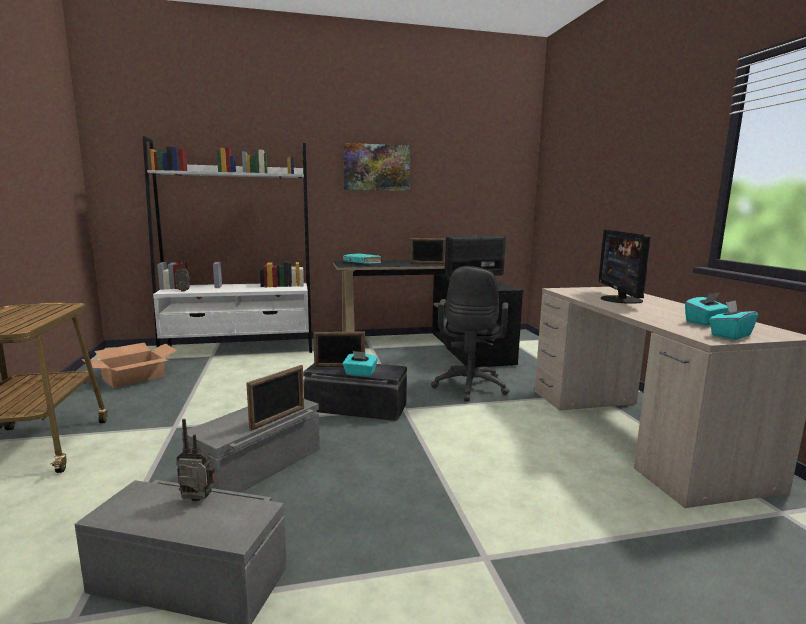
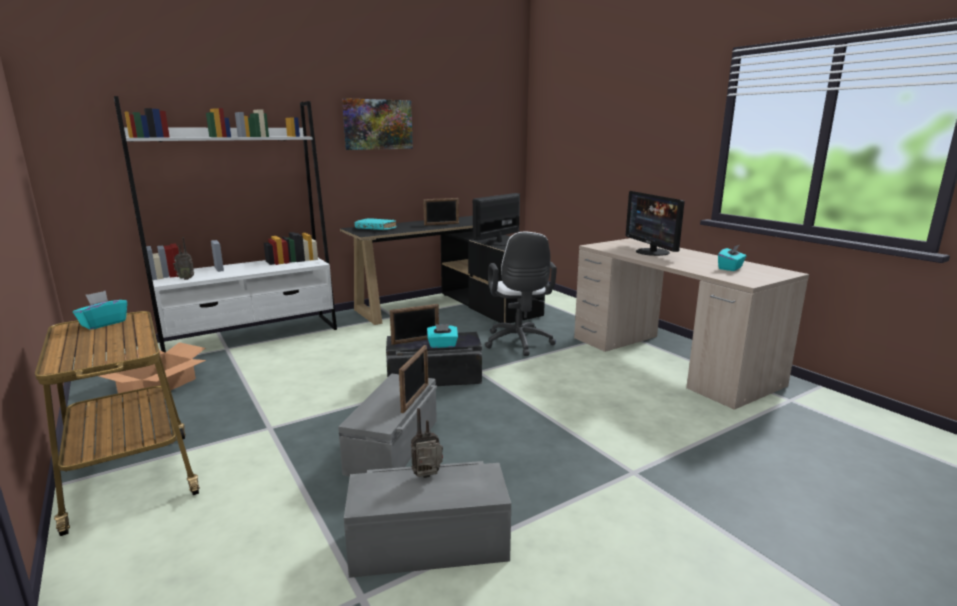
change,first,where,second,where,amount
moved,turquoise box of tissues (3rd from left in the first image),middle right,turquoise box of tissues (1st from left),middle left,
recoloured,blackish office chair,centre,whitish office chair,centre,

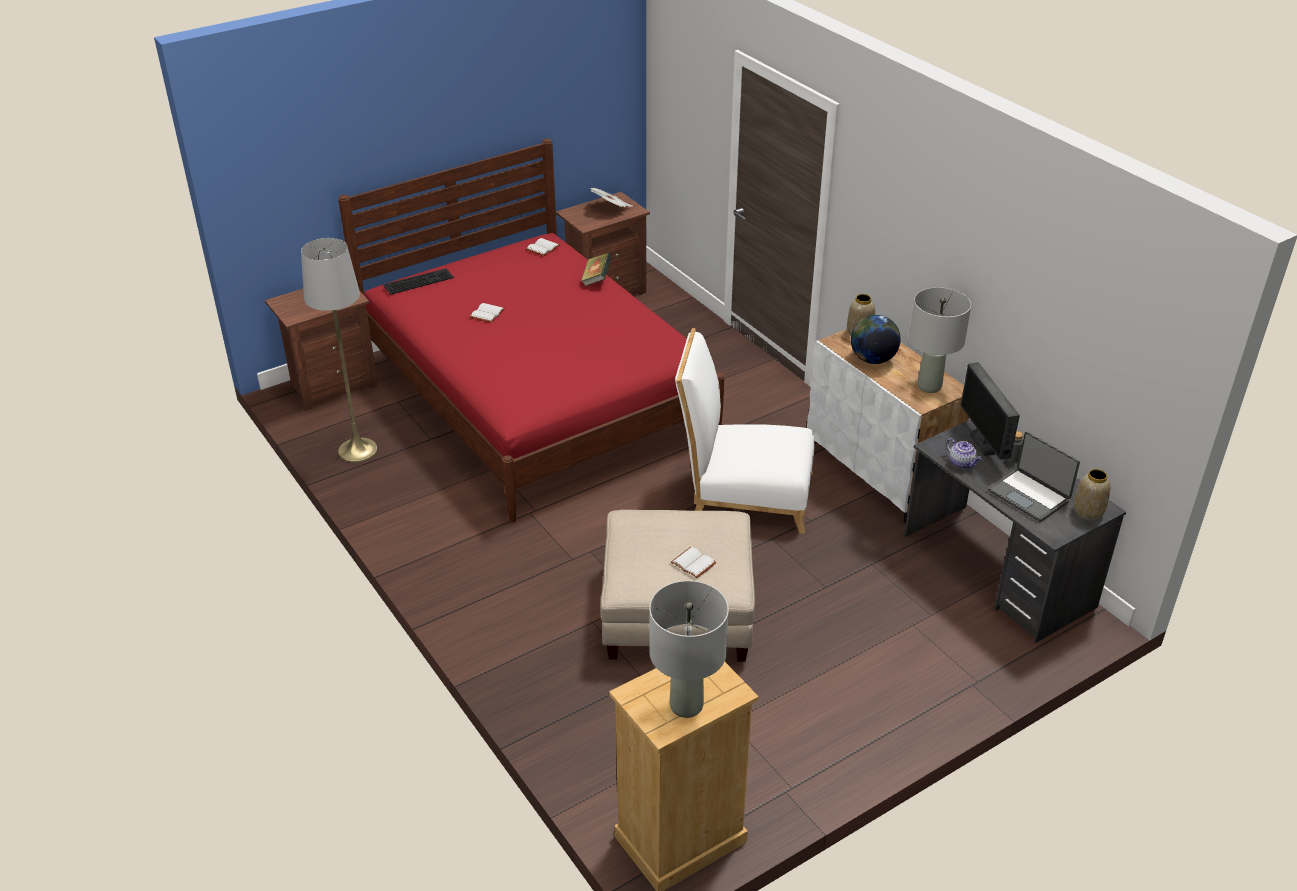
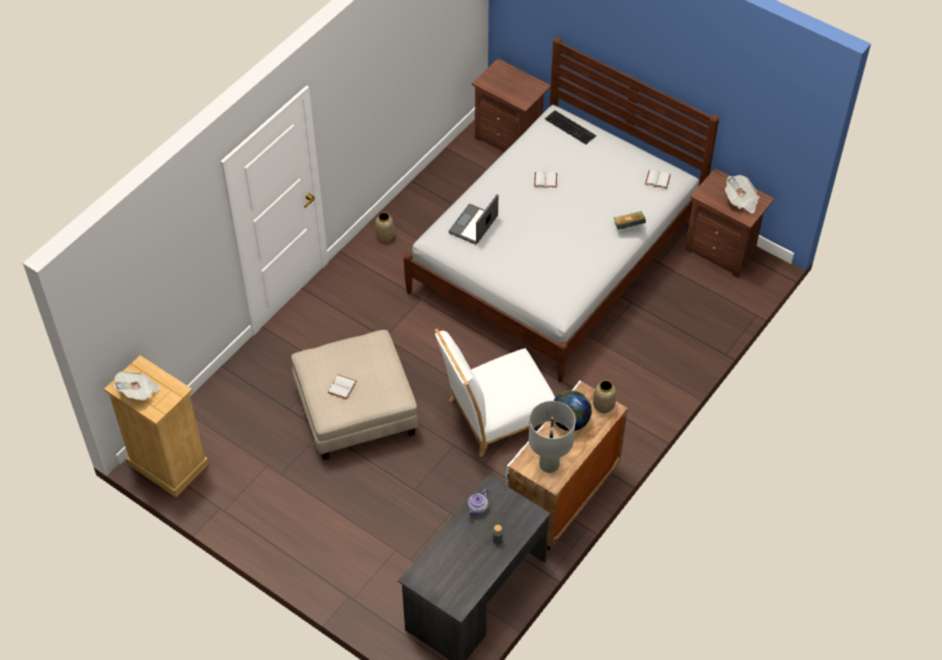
change,first,where,second,where,amount
removed,greyish standing lamp,middle left,,,
removed,computer screen,middle right,,,
moved,portable computer,middle right,,top centre,
moved,flower vase (2nd from left in the first image),middle right,flower vase (1st from left),centre,
replaced,greyish table lamp (1st from left),bottom centre,printed paper (1st from left),middle left,
recoloured,reddish sleeping bed,centre,whitish sleeping bed,top centre,
turned,whitish plain chair,centre,,centre,105 degrees counterclockwise

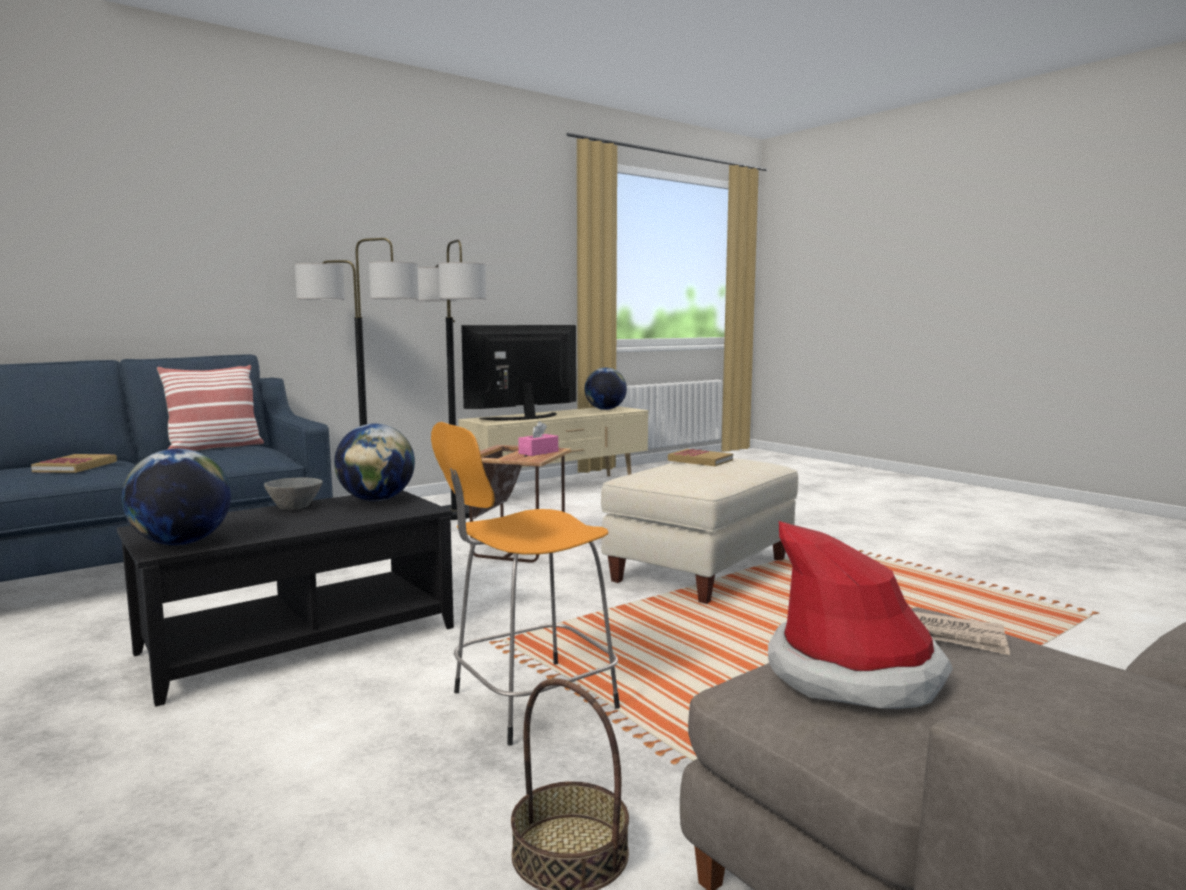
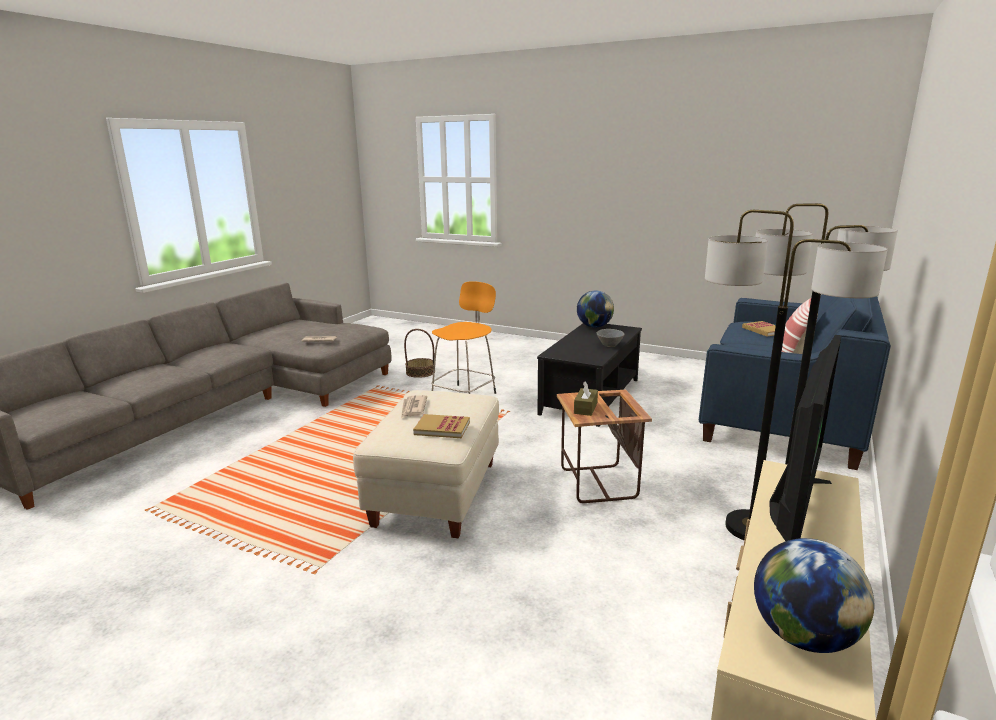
change,first,where,second,where,amount
removed,world globe (2nd from left),middle left,,,
removed,hat,bottom right,,,
added,,,printed paper (2nd from left),centre,
recoloured,pink box of tissues,centre,brown-coloured box of tissues,centre,

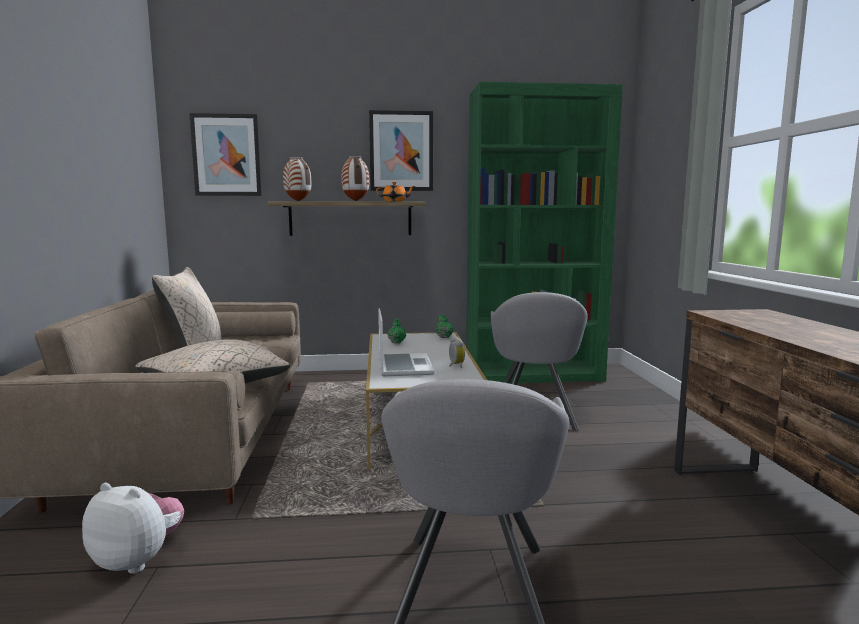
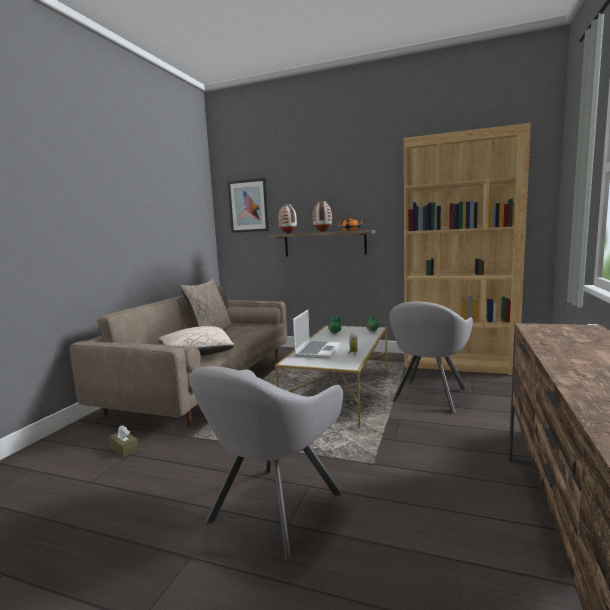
change,first,where,second,where,amount
removed,wall picture (2nd from left),top centre,,,
replaced,cuddly toy,bottom left,brown-coloured box of tissues,bottom left,
recoloured,green-coloured shelving unit,centre,brown-coloured shelving unit,middle right,

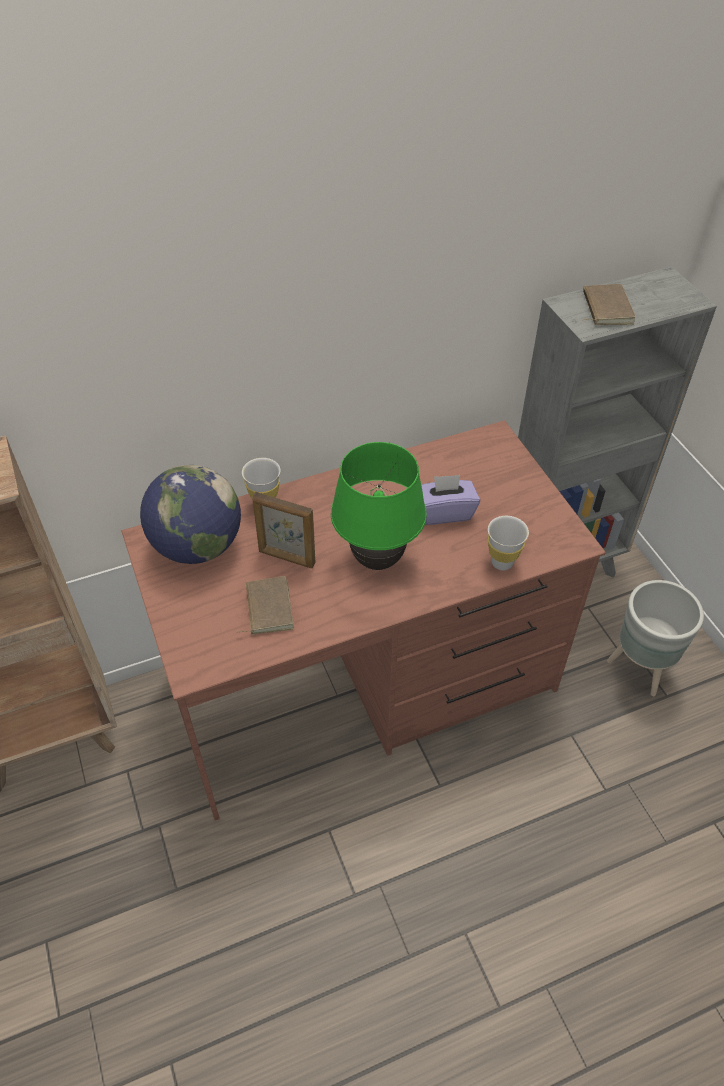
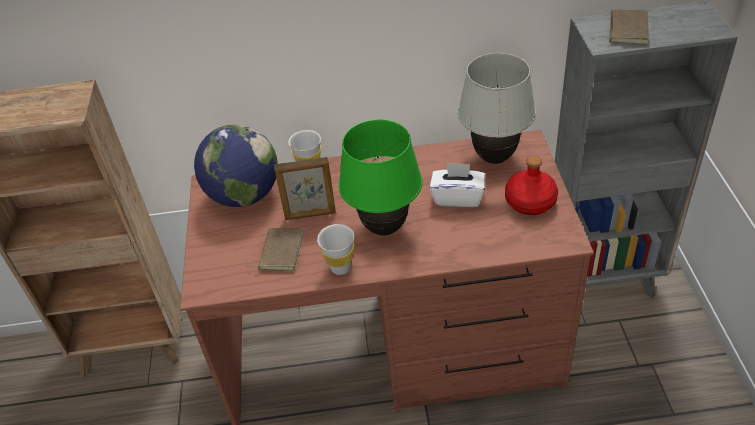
change,first,where,second,where,amount
removed,greyish plant pot,middle right,,,
added,,,whitish table lamp,top centre,
added,,,reddish bottle,middle right,
moved,whitish small cup (2nd from left),middle right,,centre,
recoloured,purplish box of tissues,centre,whitish box of tissues,centre,
turned,photo frame,centre,,centre,45 degrees counterclockwise

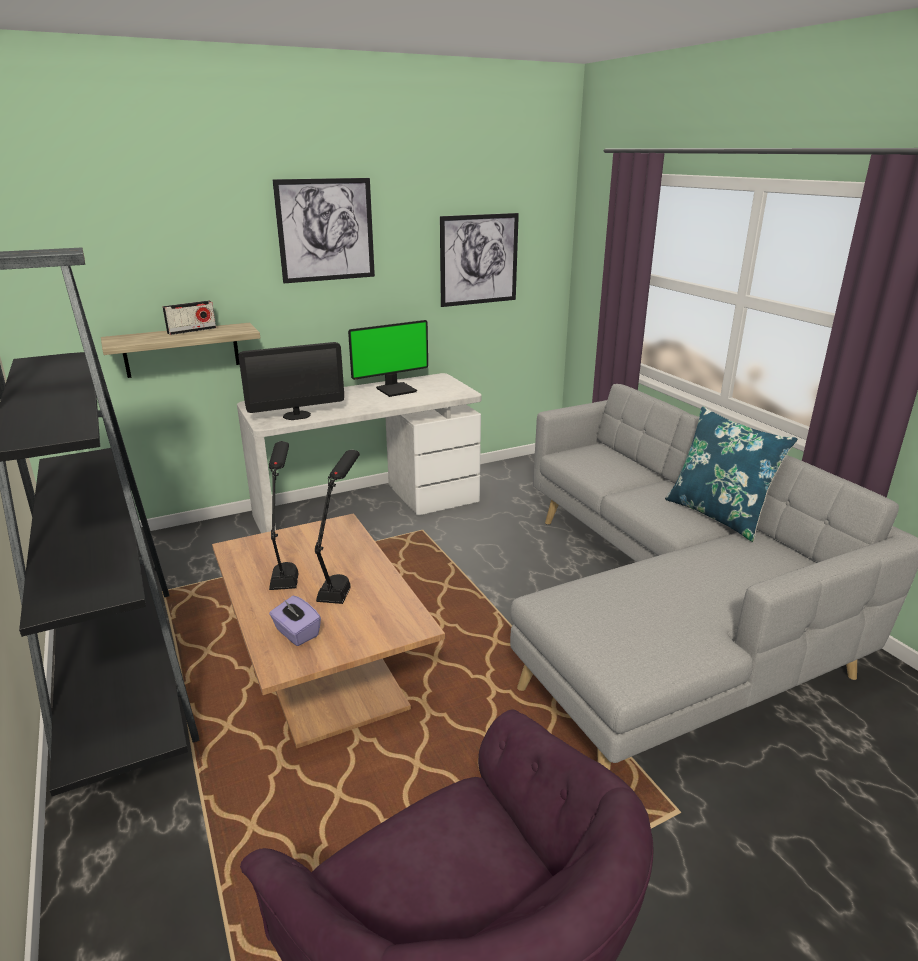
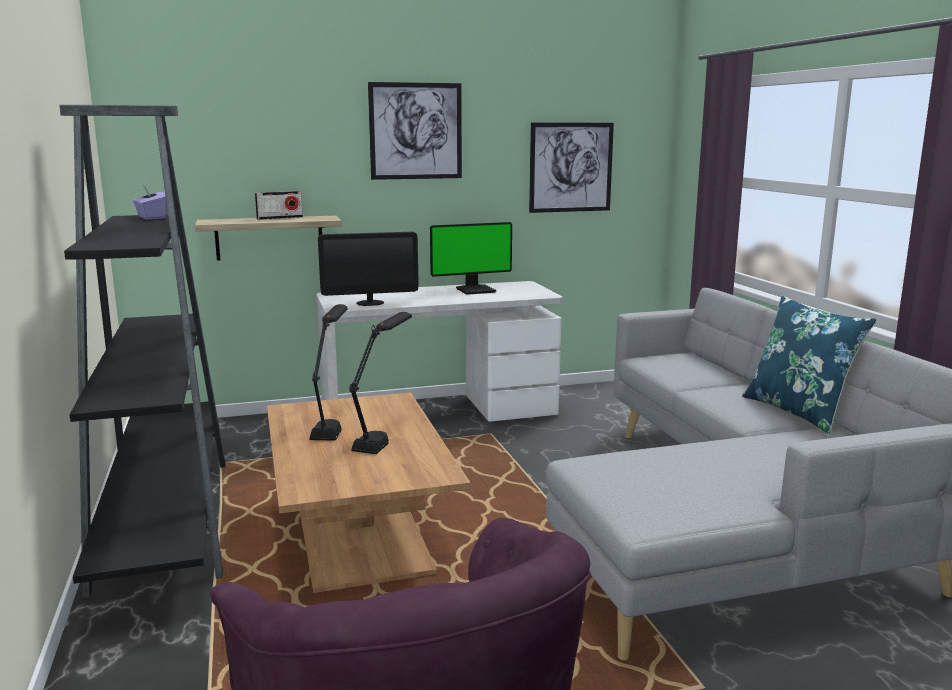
change,first,where,second,where,amount
moved,purplish box of tissues,middle left,,top left,

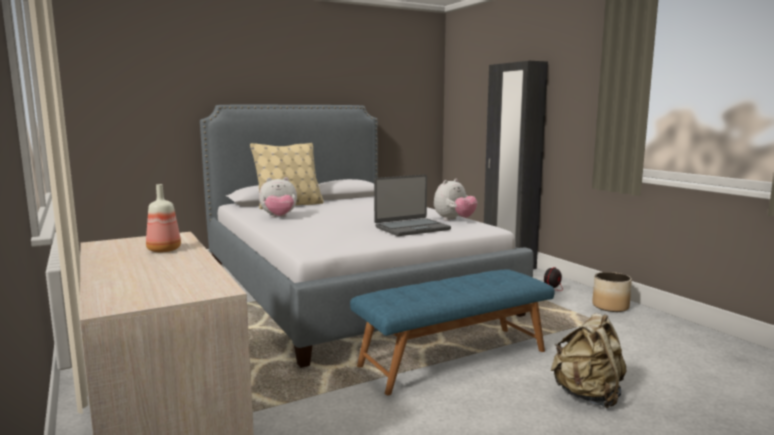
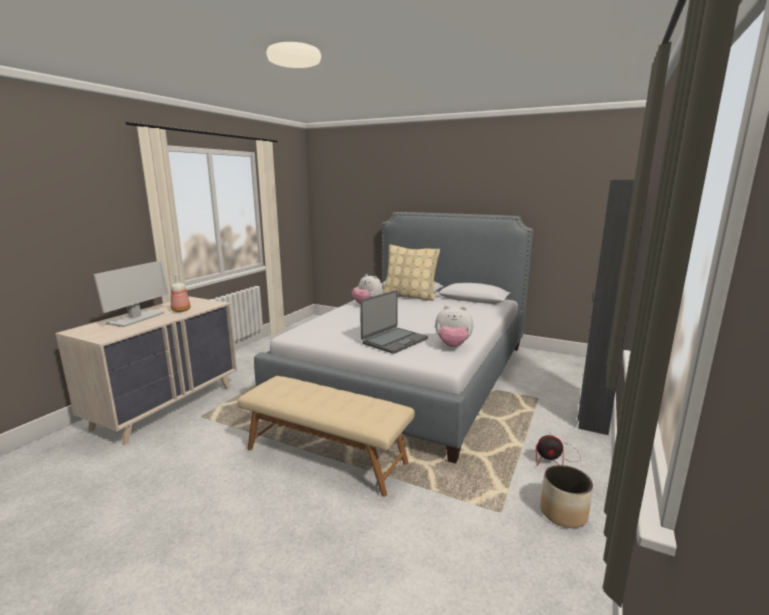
change,first,where,second,where,amount
removed,beige-coloured knapsack,bottom right,,,
added,,,computer screen,middle left,
recoloured,blue-coloured long seat,bottom centre,beige-coloured long seat,bottom centre,
turned,portable computer,centre,,centre,75 degrees counterclockwise

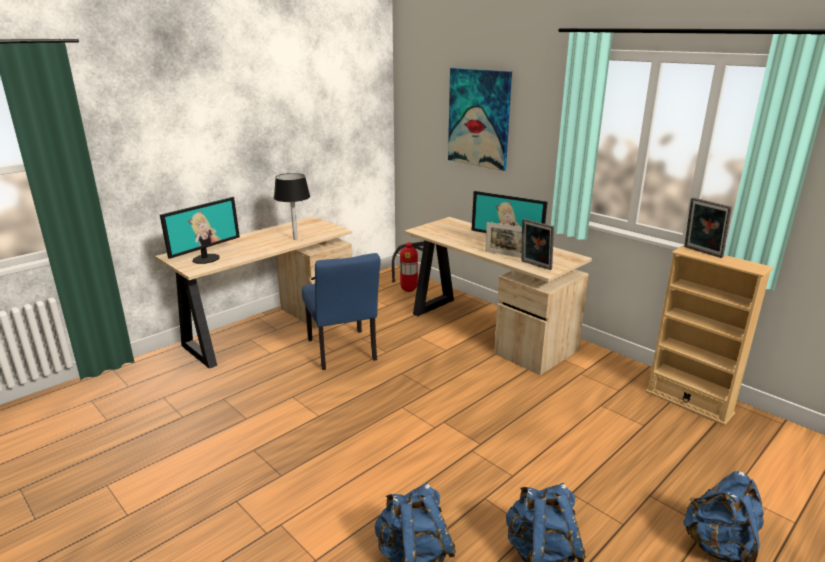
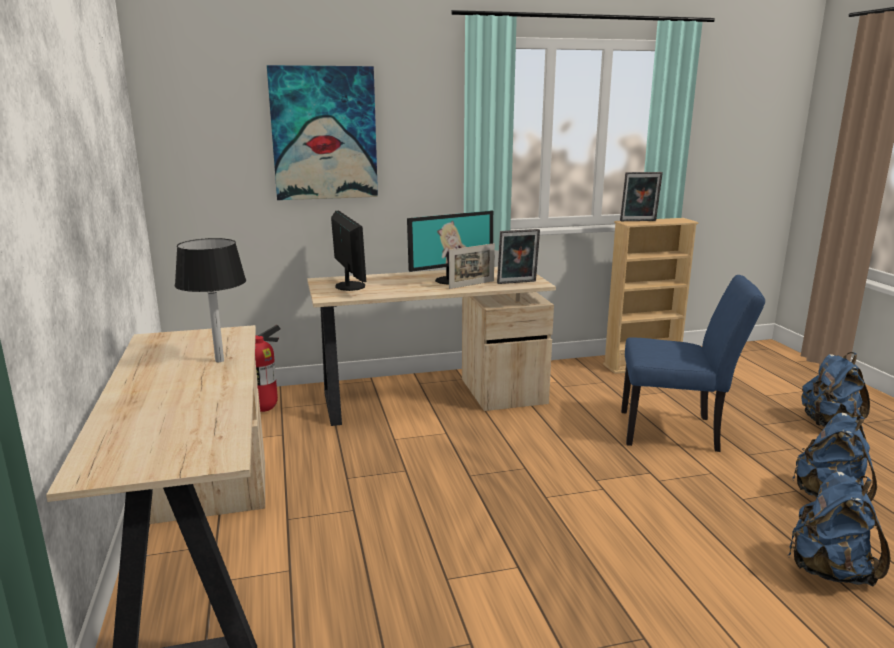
change,first,where,second,where,amount
moved,computer screen (1st from left),middle left,,centre,
moved,blue-coloured plain chair,centre,,middle right,

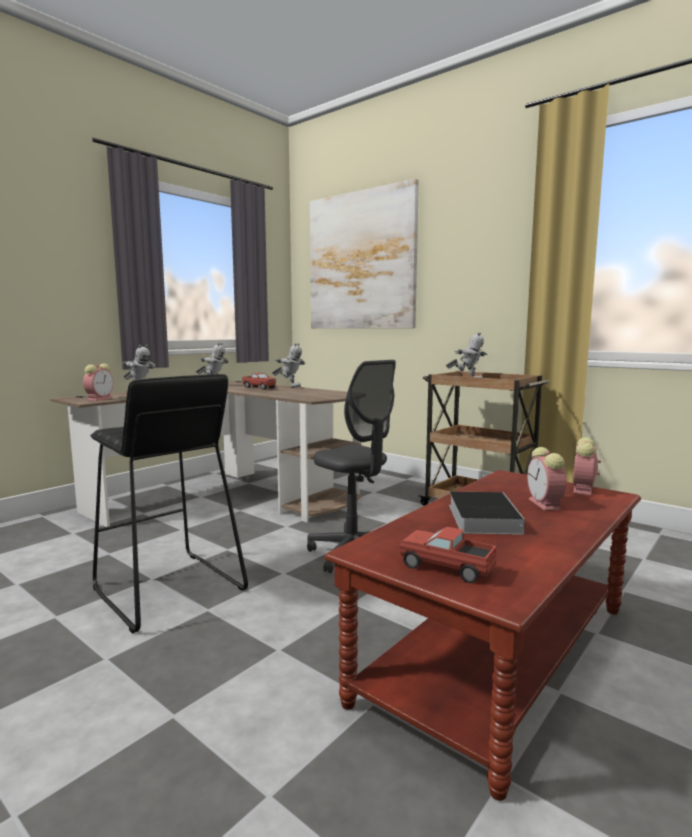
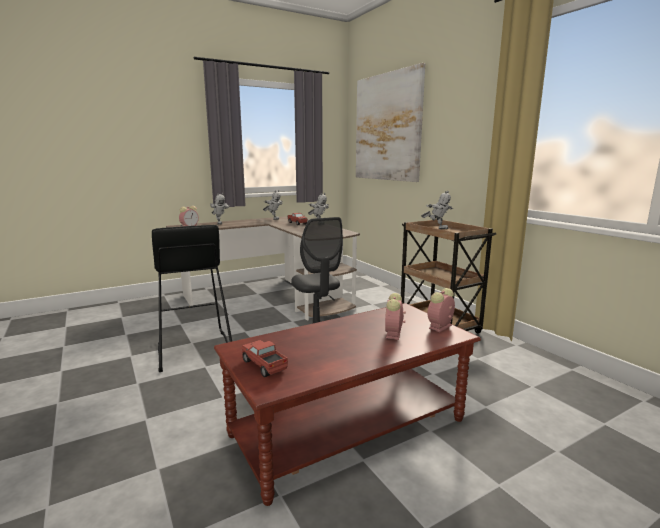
change,first,where,second,where,amount
removed,book,middle right,,,

